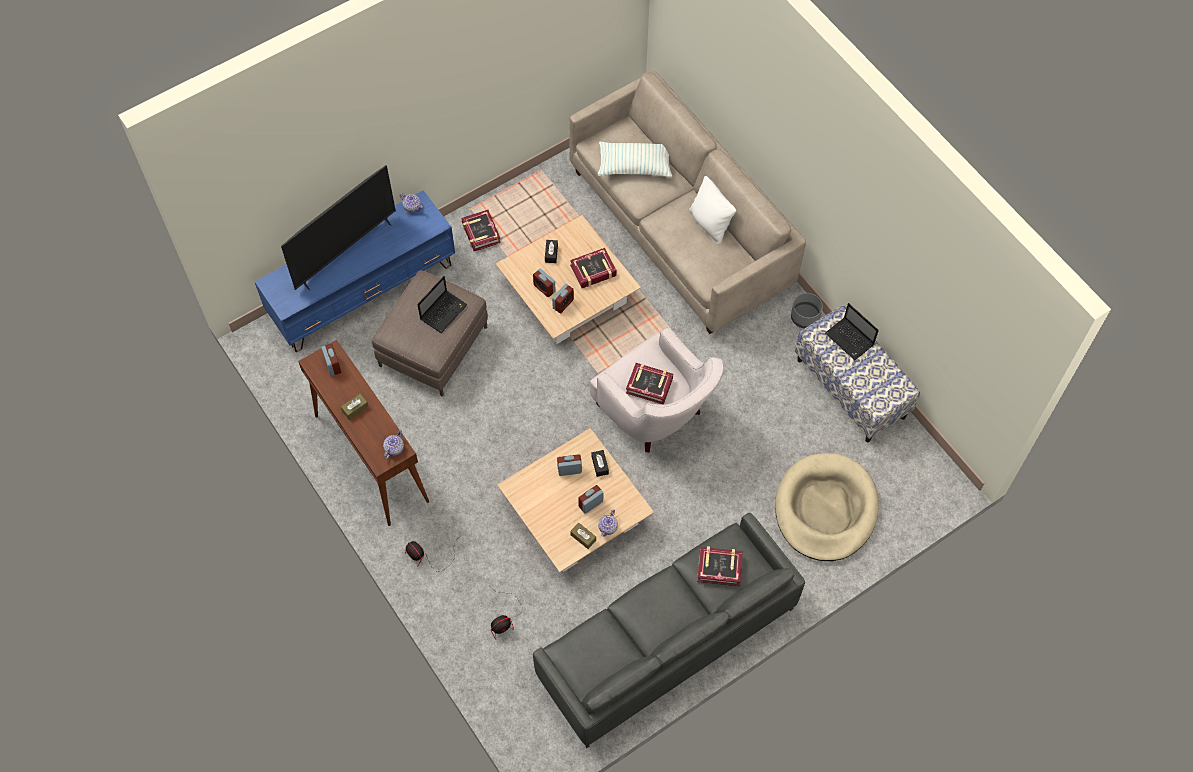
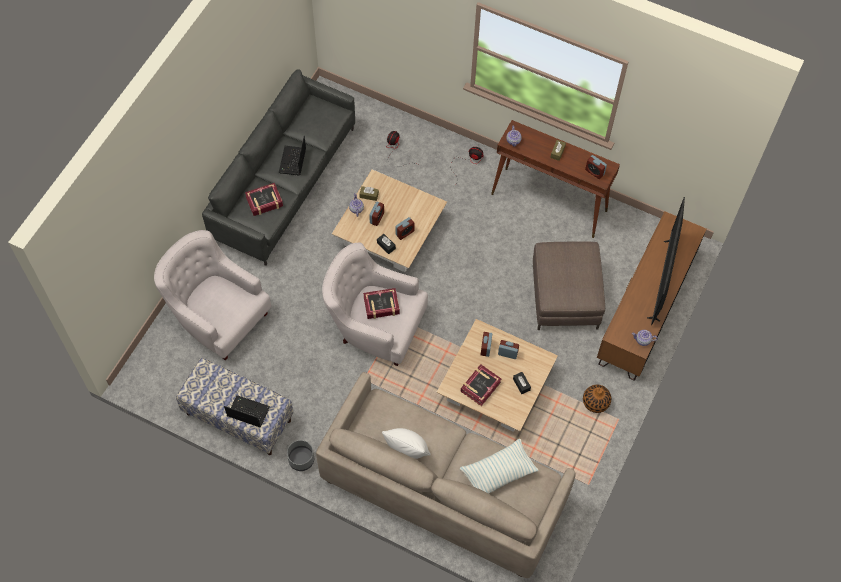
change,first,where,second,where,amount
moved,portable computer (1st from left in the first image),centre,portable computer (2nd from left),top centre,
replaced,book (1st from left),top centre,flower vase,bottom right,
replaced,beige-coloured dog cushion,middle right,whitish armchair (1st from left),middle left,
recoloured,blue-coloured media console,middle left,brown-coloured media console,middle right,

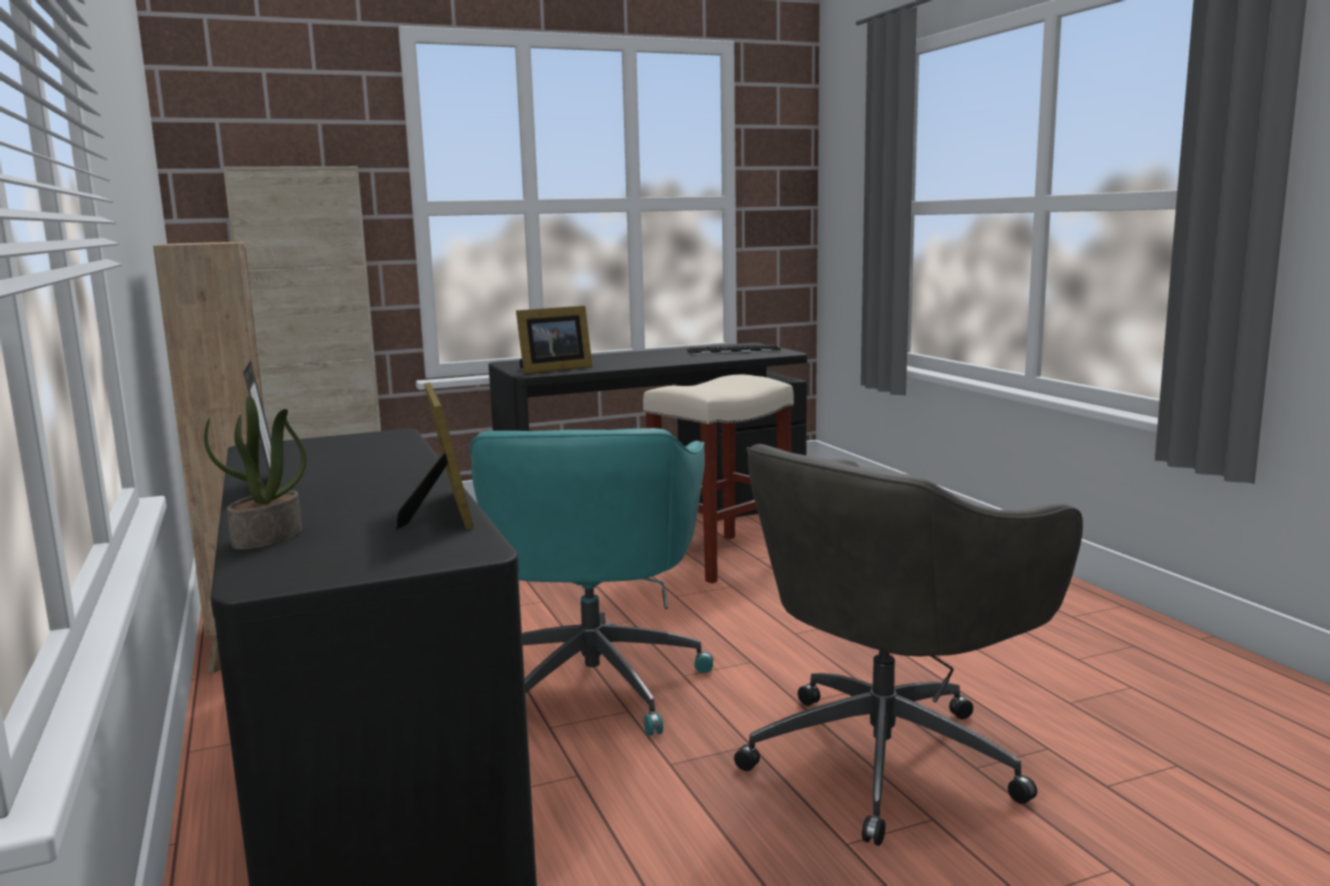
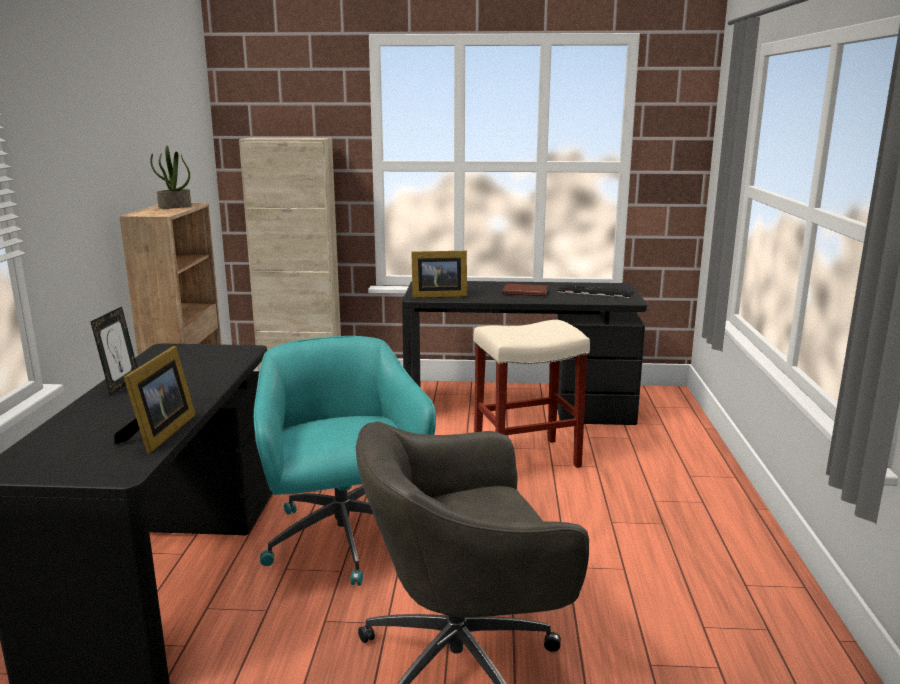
change,first,where,second,where,amount
added,,,brown-coloured book,centre,
moved,potted plant,middle left,,top left,
turned,turquoise office chair,centre,,bottom centre,135 degrees clockwise

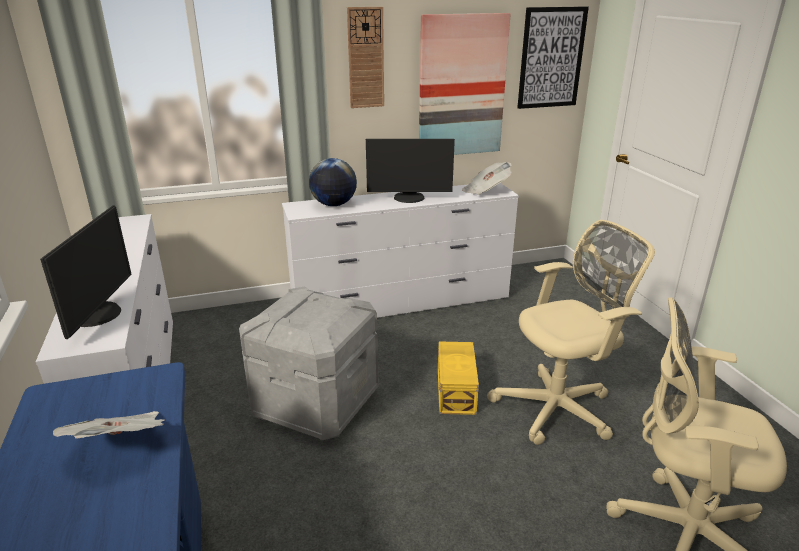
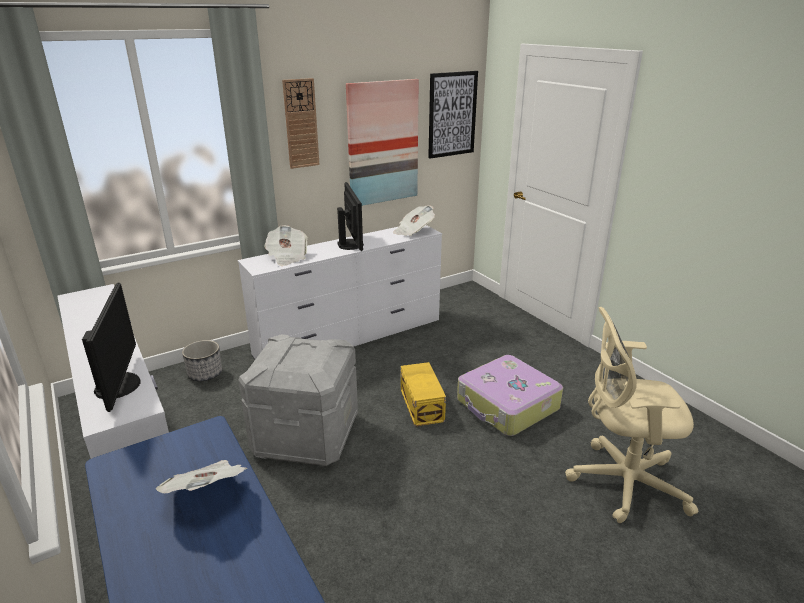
change,first,where,second,where,amount
added,,,plant pot,middle left,
replaced,world globe,top centre,printed paper (2nd from left),centre,
replaced,beige-coloured office chair (1st from left),middle right,suitcase,centre,
turned,computer screen (2nd from left),top centre,,centre,90 degrees counterclockwise

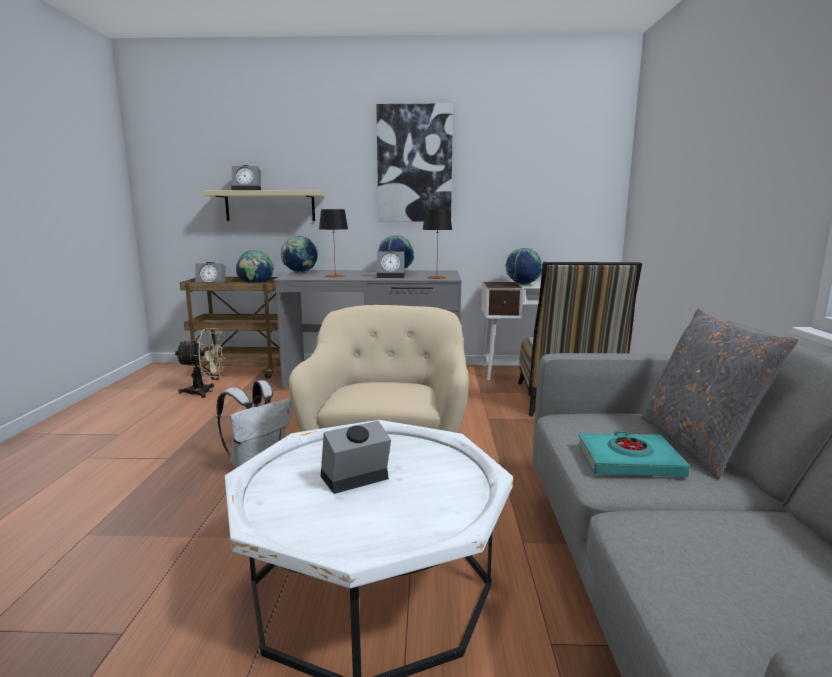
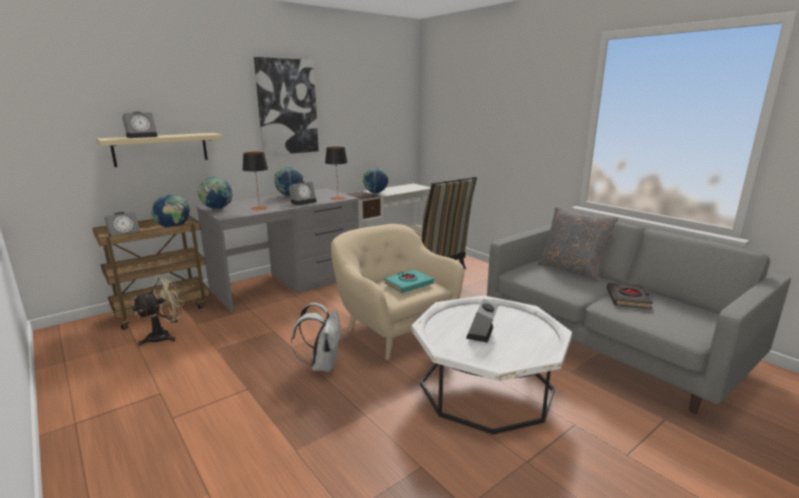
change,first,where,second,where,amount
added,,,blackish book,middle right,
moved,turquoise book,bottom right,,centre,

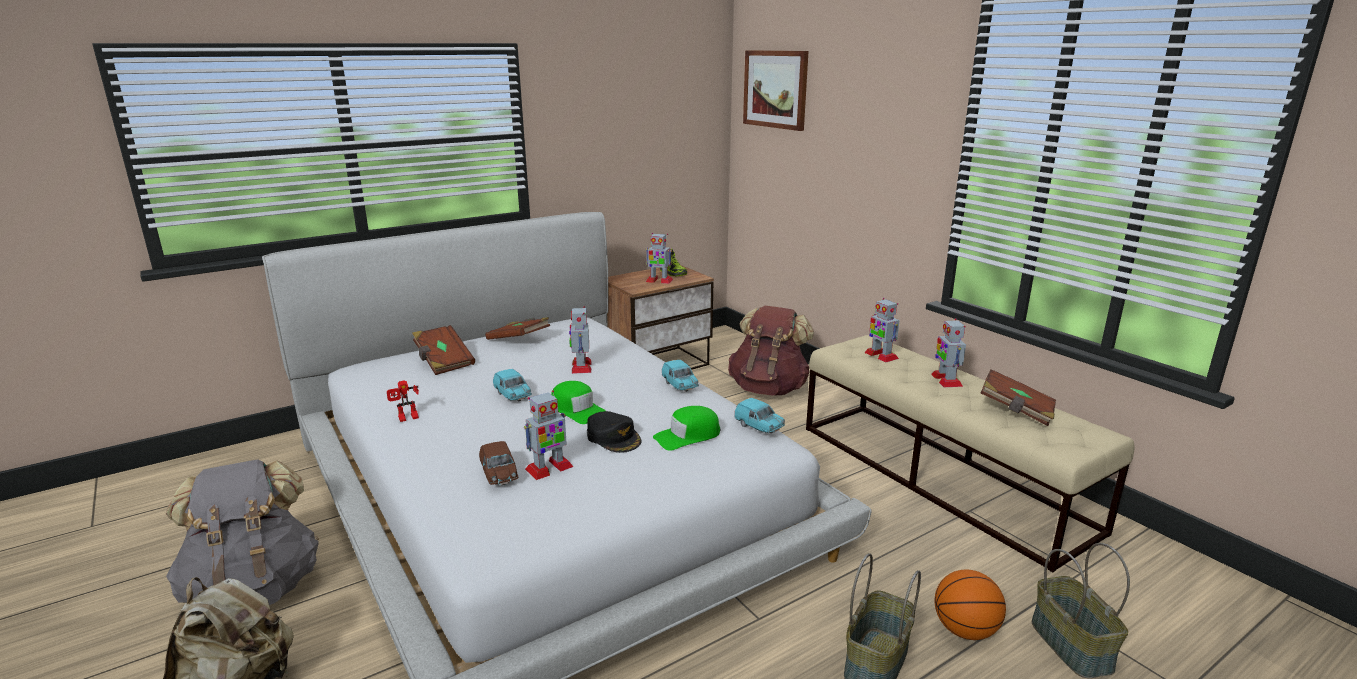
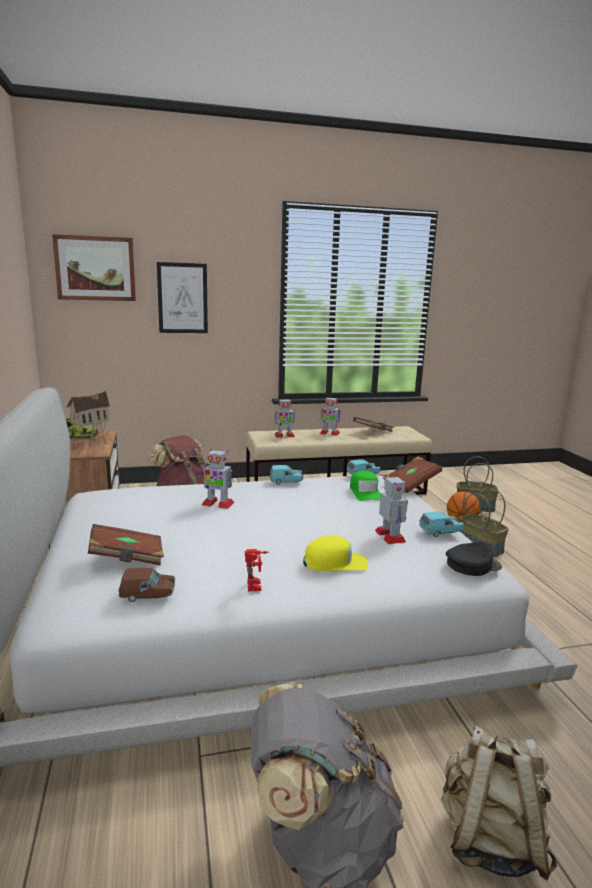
change,first,where,second,where,amount
removed,green-coloured baseball cap (1st from left),centre,,,
added,,,wall picture (2nd from left),middle left,
added,,,yellow-coloured baseball cap,centre,
moved,brown-coloured model car,bottom centre,,middle left,
moved,brown-coloured book (2nd from left in the first image),centre,brown-coloured book (3rd from left),middle right,
moved,turquoise model car (1st from left in the first image),centre,turquoise model car (3rd from left),middle right,
moved,blackish baseball cap,centre,,middle right,
replaced,toy robot (4th from left),centre,toy house,middle left,

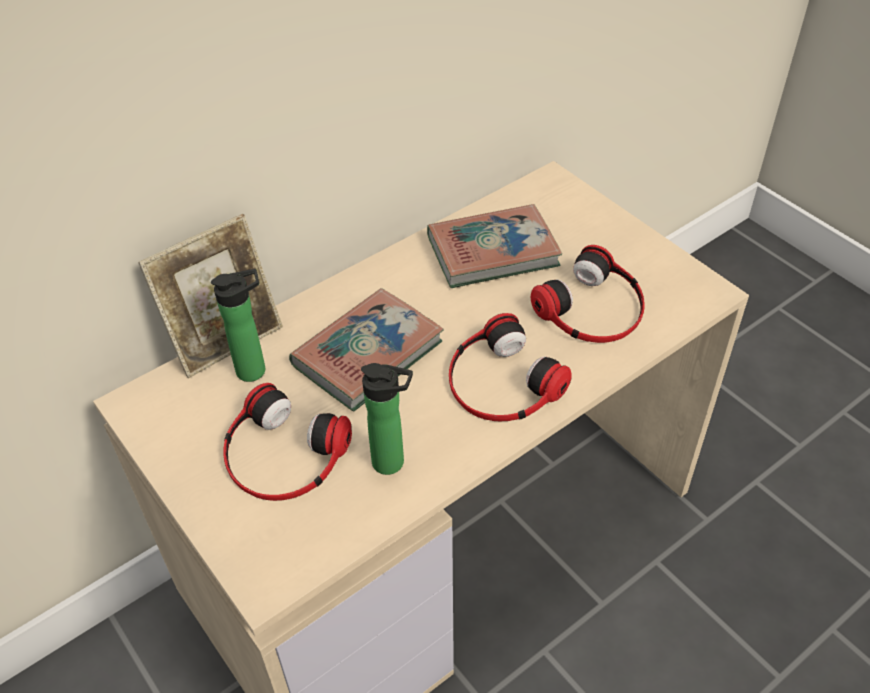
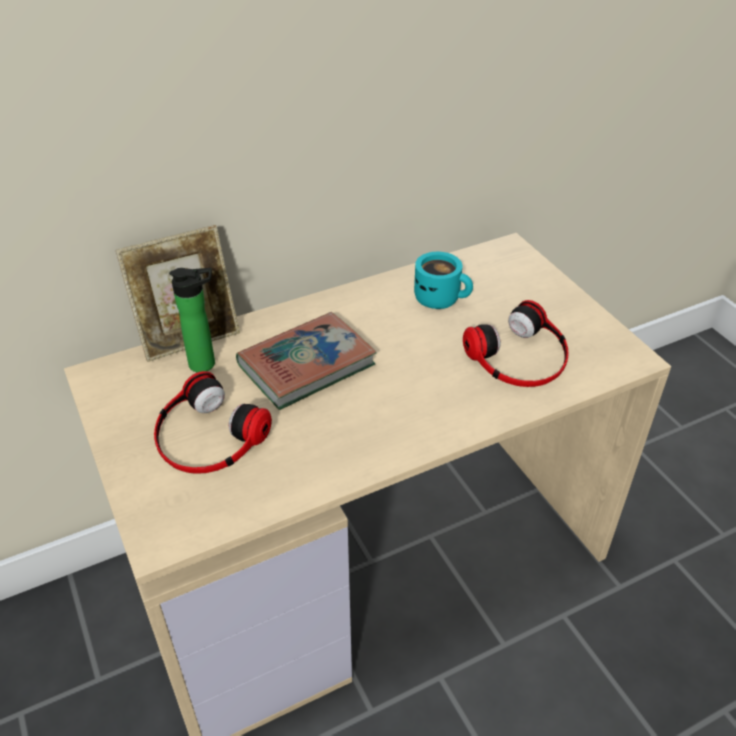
change,first,where,second,where,amount
removed,bottle (2nd from left),centre,,,
removed,headphones (2nd from left),centre,,,
replaced,book (2nd from left),centre,turquoise mug,centre,

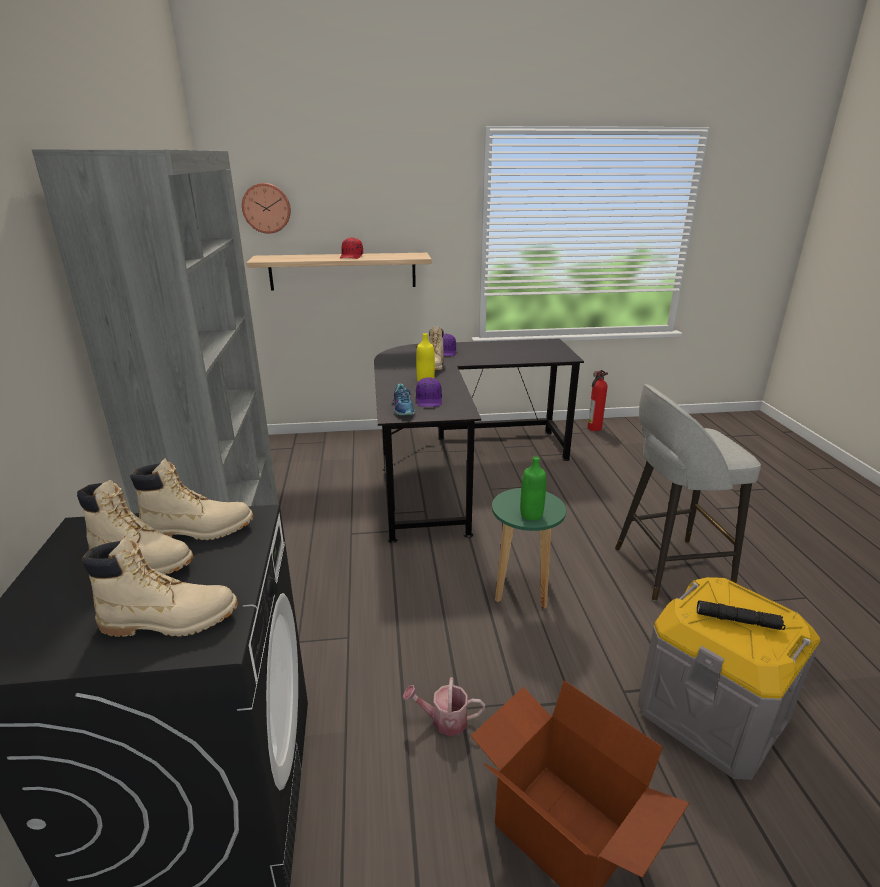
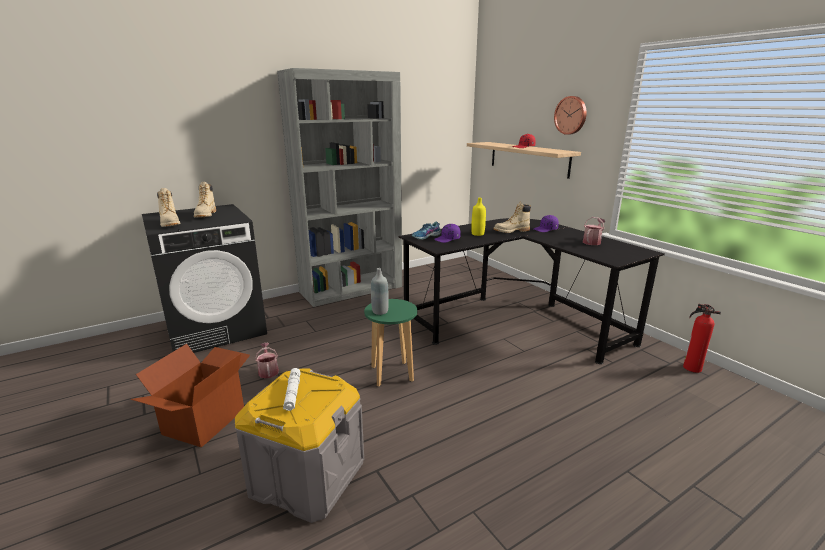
change,first,where,second,where,amount
removed,beige-coloured high-top boot (3rd from left),middle left,,,
removed,greyish stool seat,middle right,,,
added,,,watering can (2nd from left),middle right,
moved,clock on the wall,top left,,top right,
recoloured,green-coloured bottle,centre,greyish bottle,centre,
recoloured,blackish hand torch,bottom right,whitish hand torch,bottom centre,

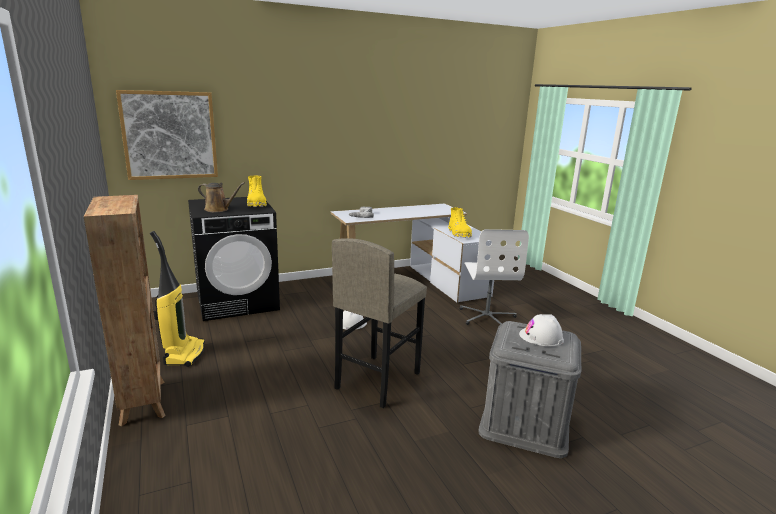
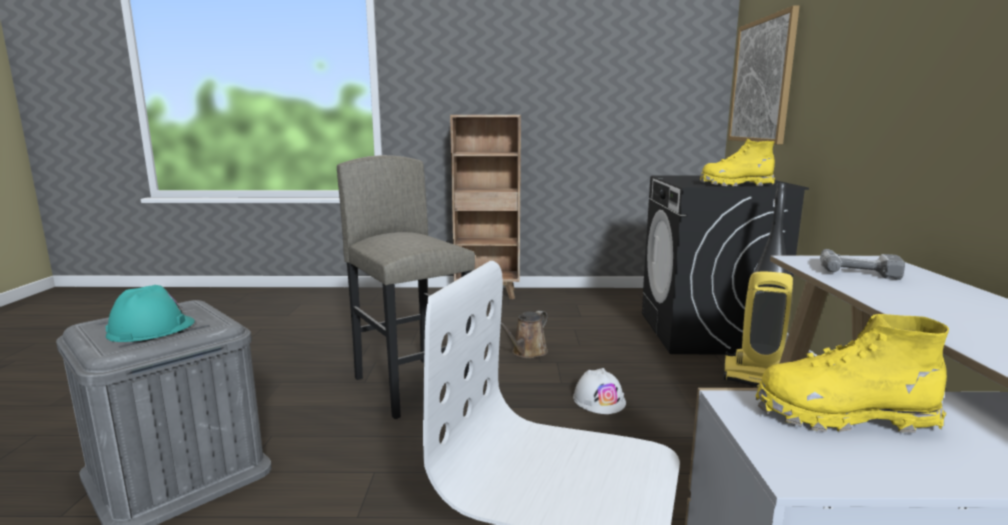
change,first,where,second,where,amount
moved,vacuum cleaner,middle left,,middle right,
moved,brown-coloured watering can,middle left,,centre,
recoloured,whitish safety helmet (2nd from left),middle right,turquoise safety helmet,middle left,

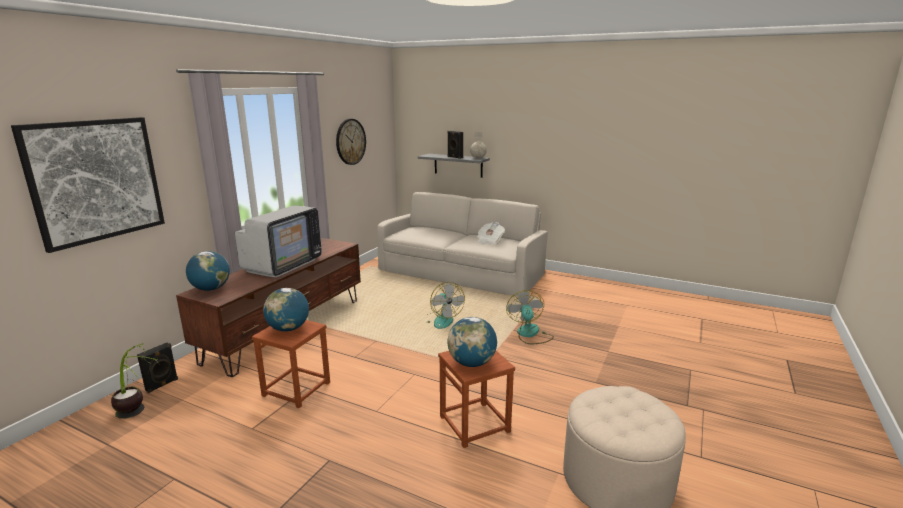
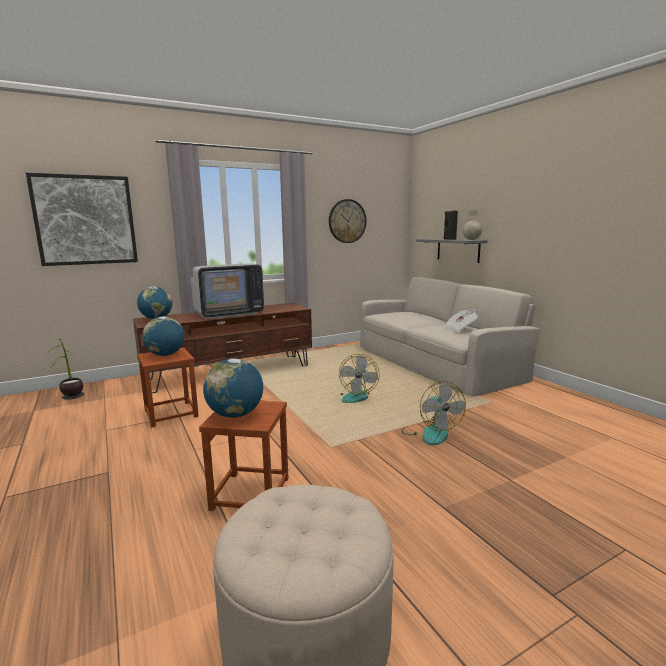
change,first,where,second,where,amount
removed,blackish audio speaker (1st from left),bottom left,,,
turned,cooling fan (2nd from left),centre,,centre,135 degrees clockwise

